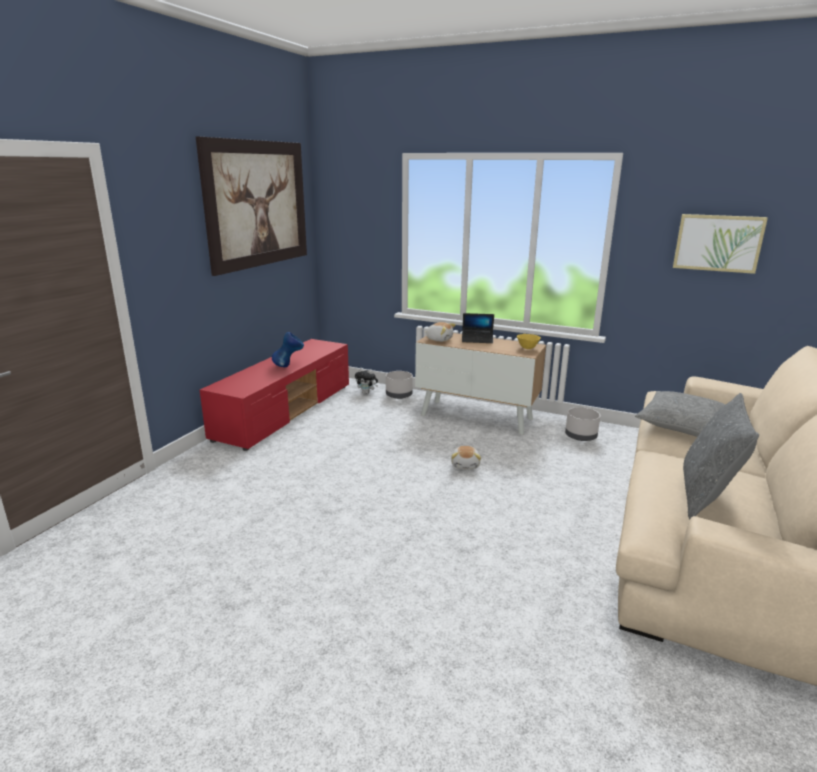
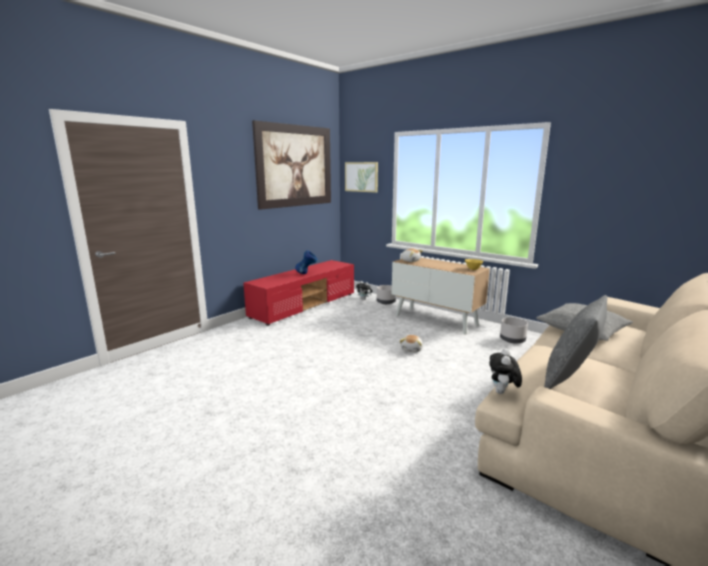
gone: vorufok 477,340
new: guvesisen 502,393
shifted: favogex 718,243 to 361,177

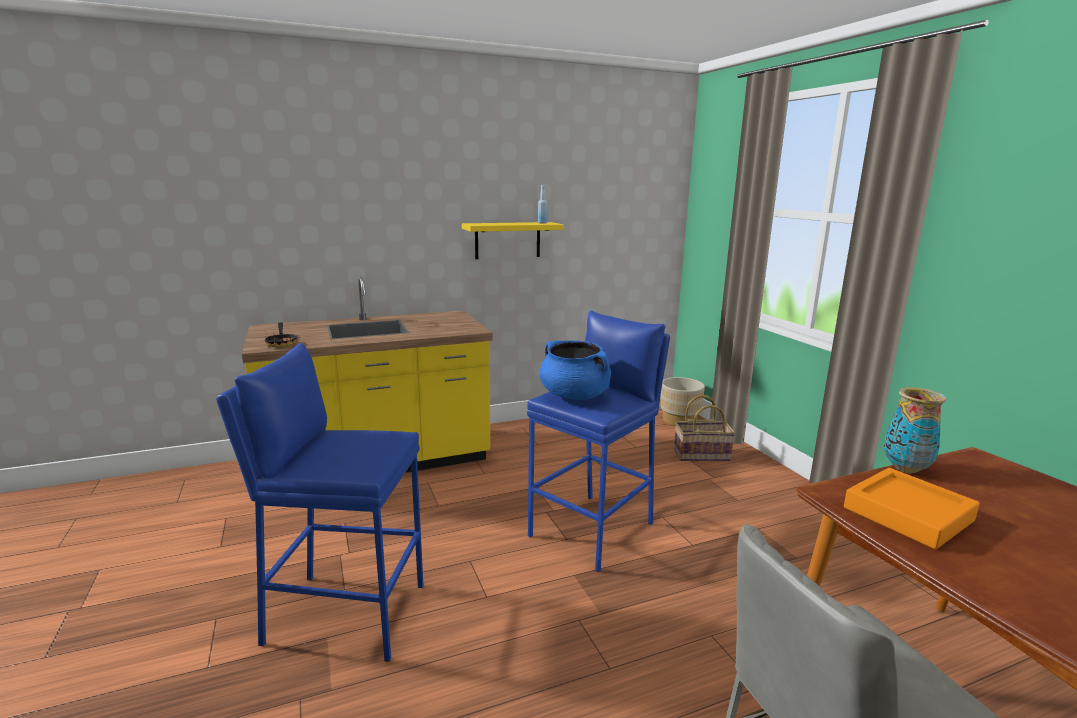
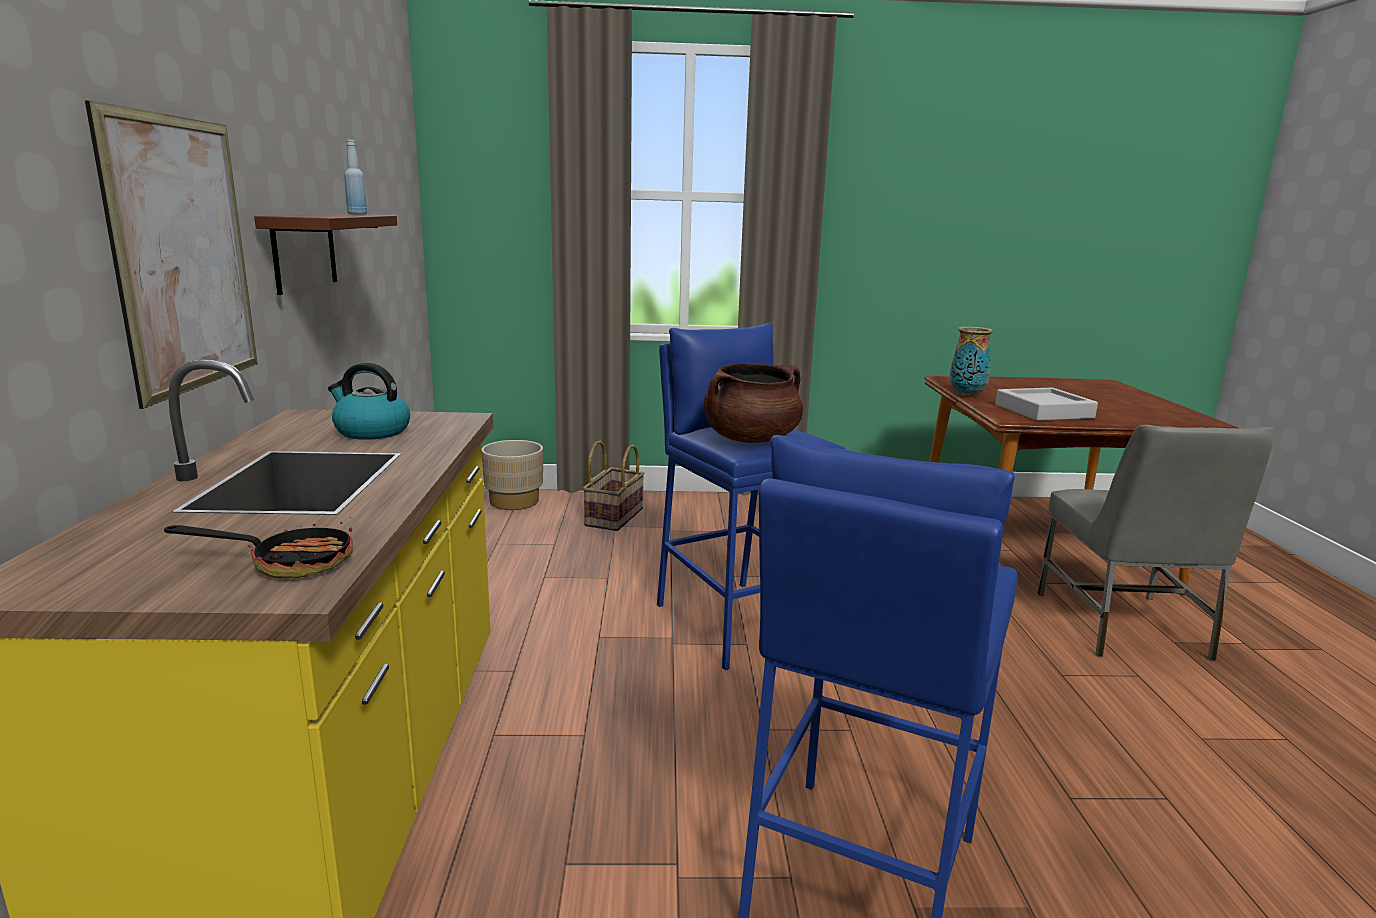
new: favogex 184,255; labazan 371,432
repainted: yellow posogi 507,240 to brown posogi 304,251; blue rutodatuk 575,396 to brown rutodatuk 751,439; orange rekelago 907,514 to grey rekelago 1043,411

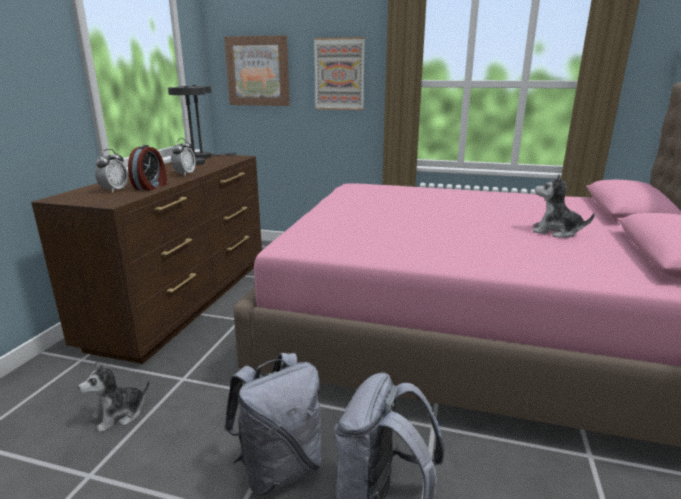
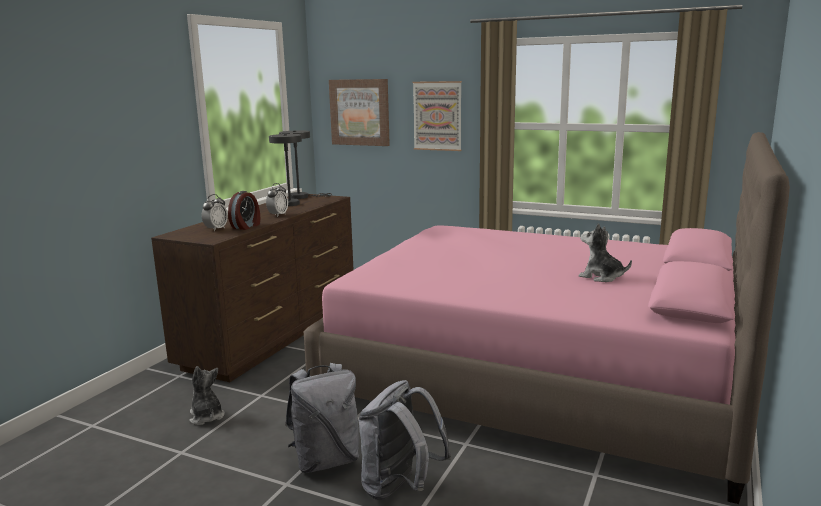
rotated: guvesisen 119,415 = 206,417 90 degrees clockwise

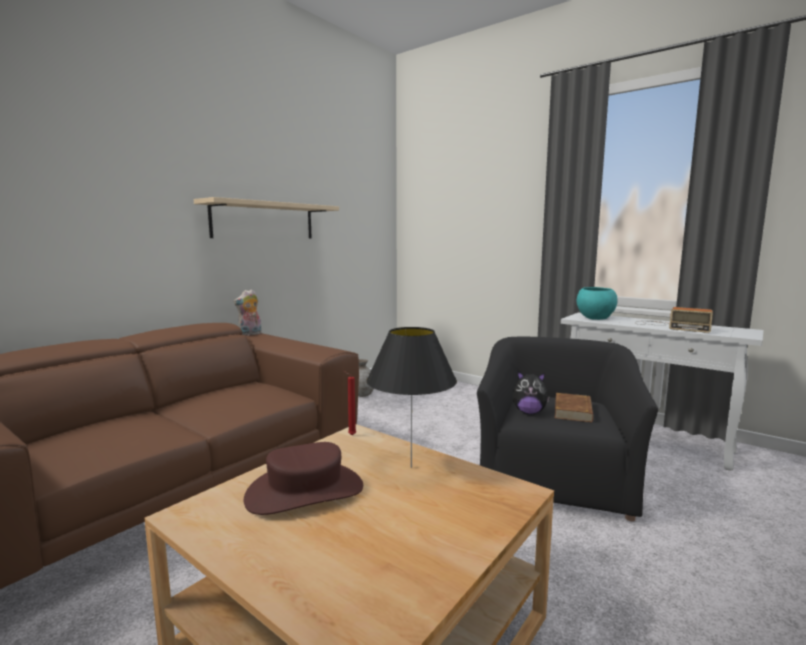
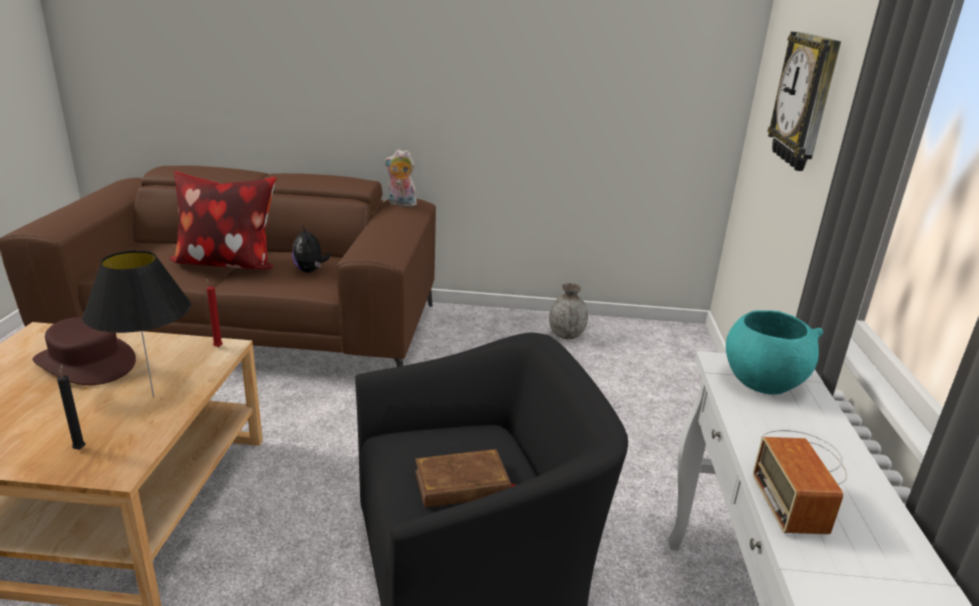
gone: beige posogi 264,221
new: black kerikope 80,448; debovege 226,264; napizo 806,101
shifted: guvesisen 529,412 to 310,271

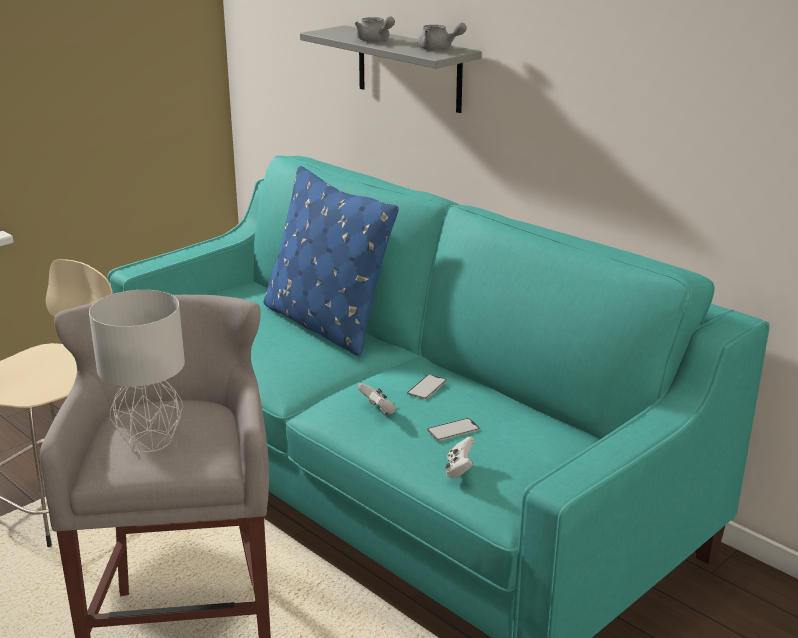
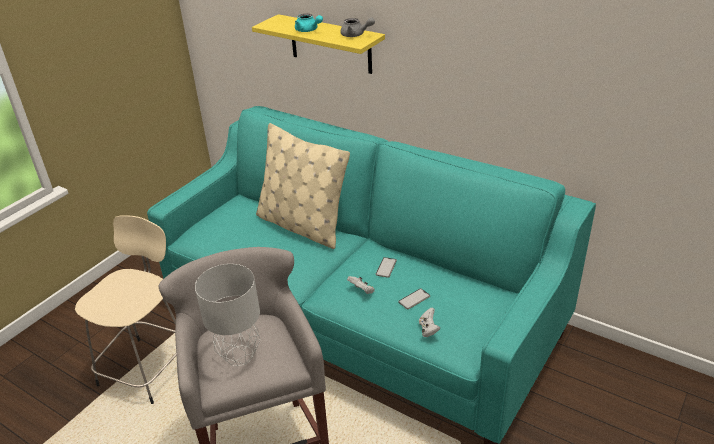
repainted: blue debovege 325,324 to beige debovege 302,225; grey posogi 409,69 to yellow posogi 330,44; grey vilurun 375,40 to turquoise vilurun 308,30

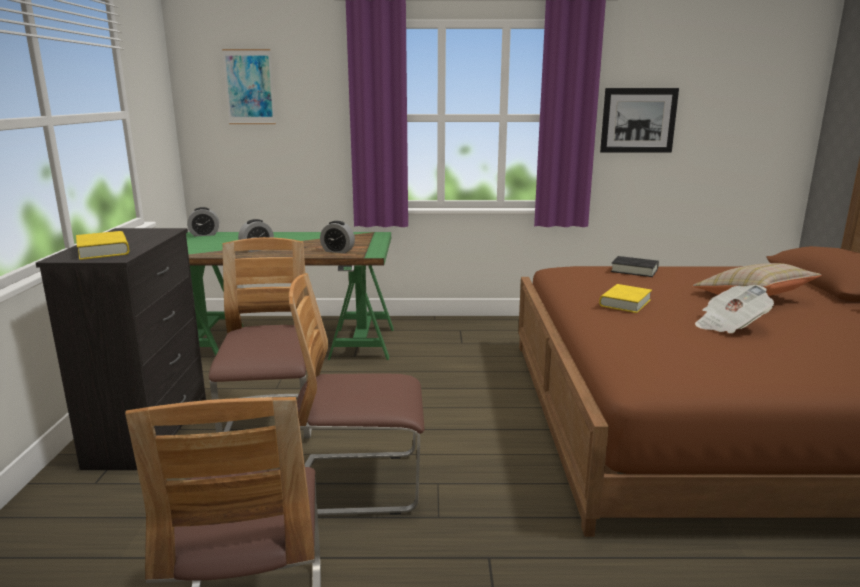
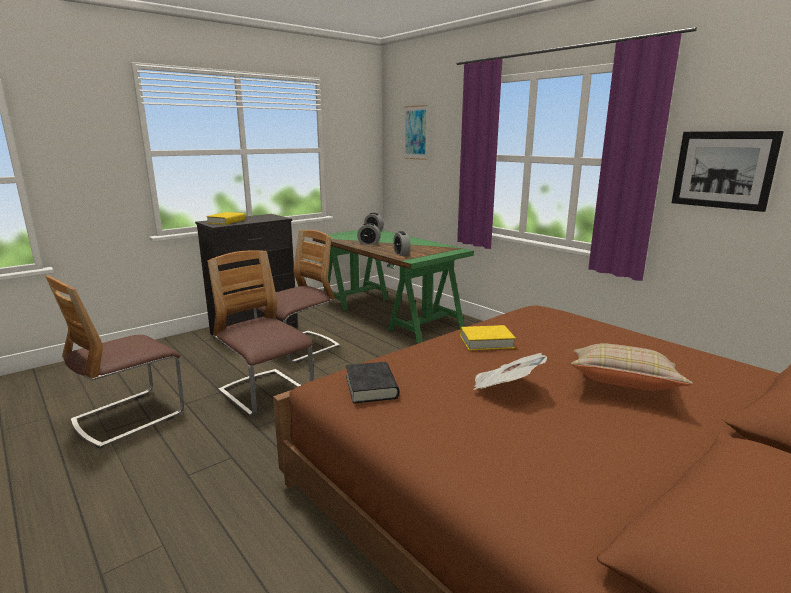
shifted: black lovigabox 634,270 to 371,387

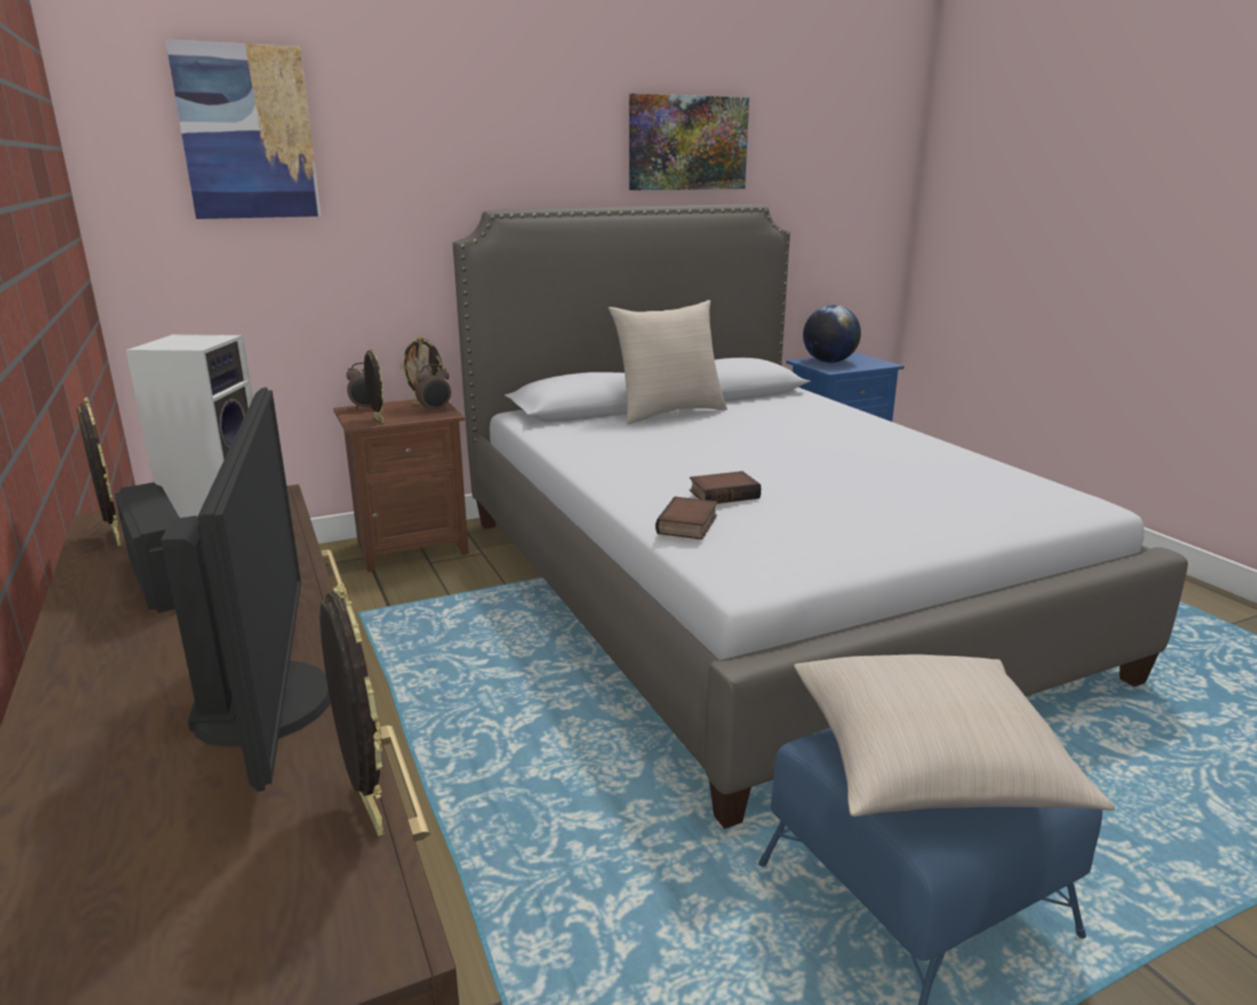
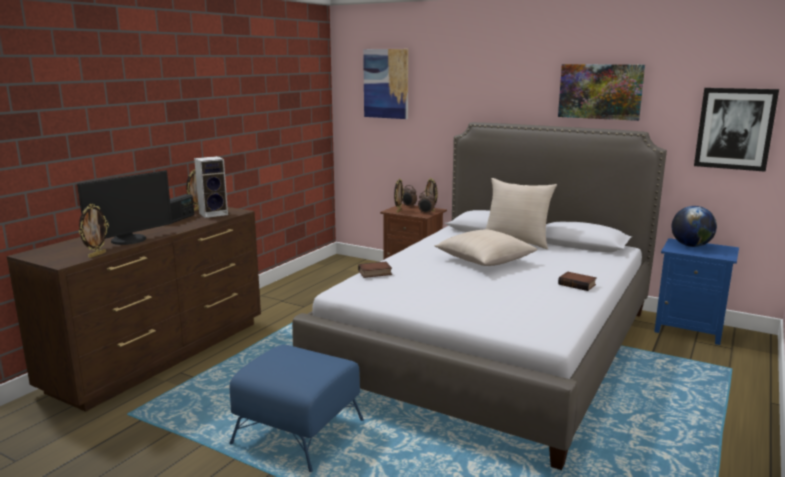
new: favogex 734,129
shifted: lovigabox 724,494 to 577,284; beige debovege 929,765 to 485,260

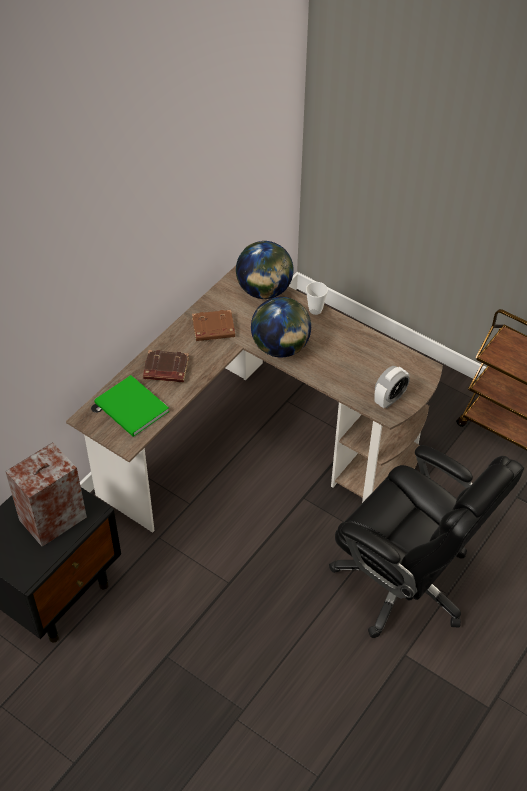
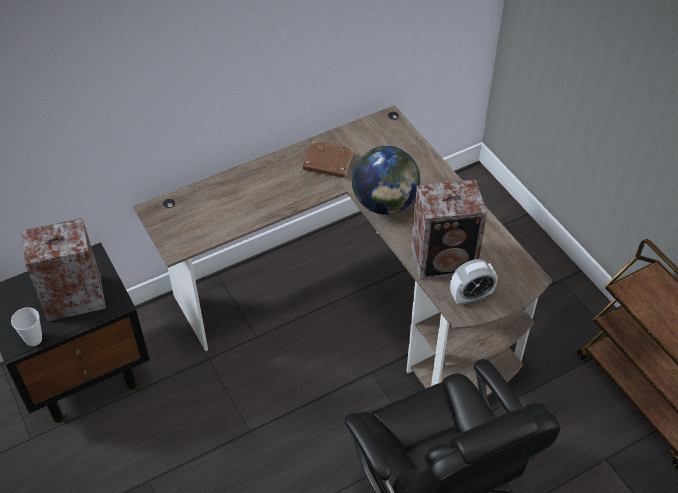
gone: green lovigabox 132,409; brown lovigabox 165,370; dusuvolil 264,291
new: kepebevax 445,260
shifted: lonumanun 315,310 to 34,339

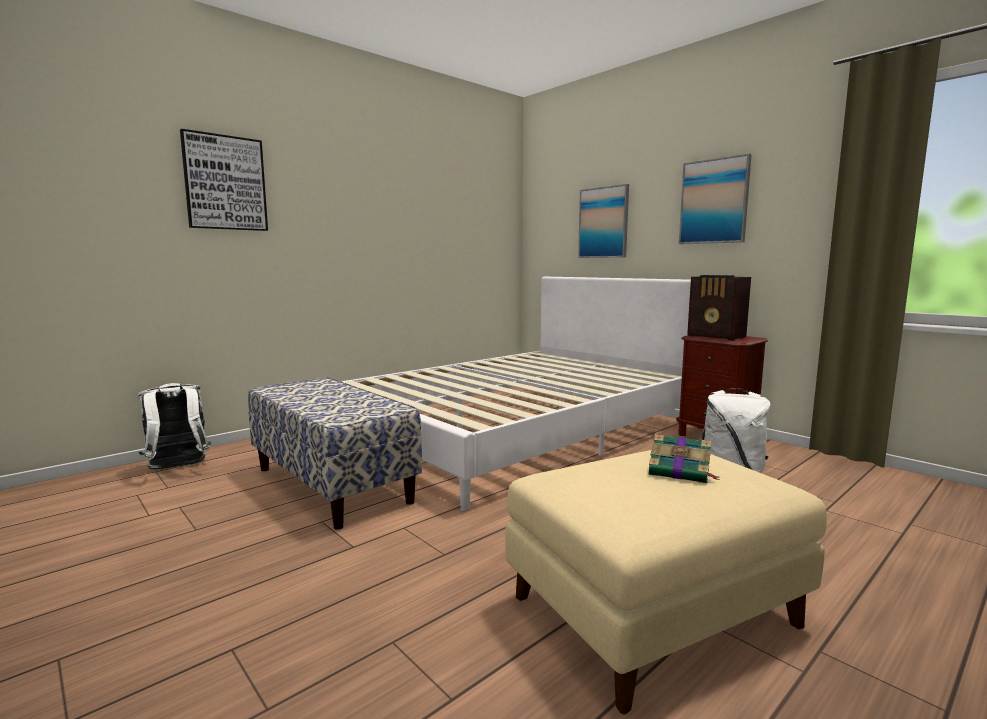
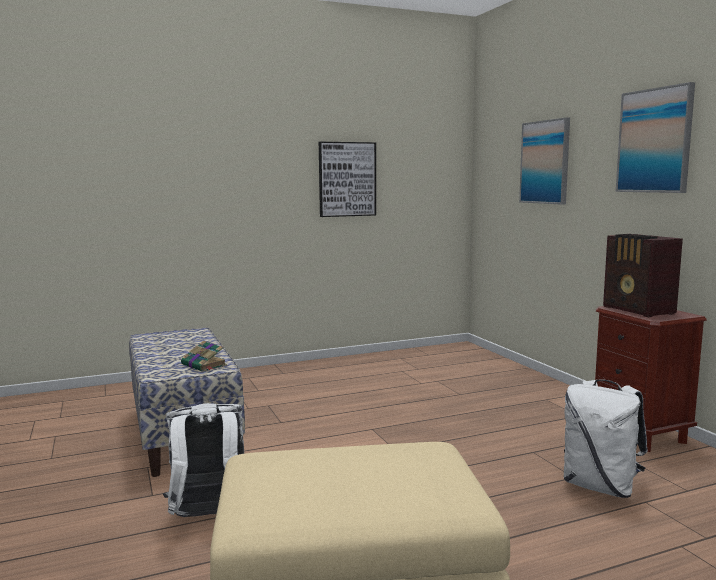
gone: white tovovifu 519,431
shifted: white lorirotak 178,468 to 209,517; favogex 225,183 to 347,179; lovigabox 681,472 to 204,365

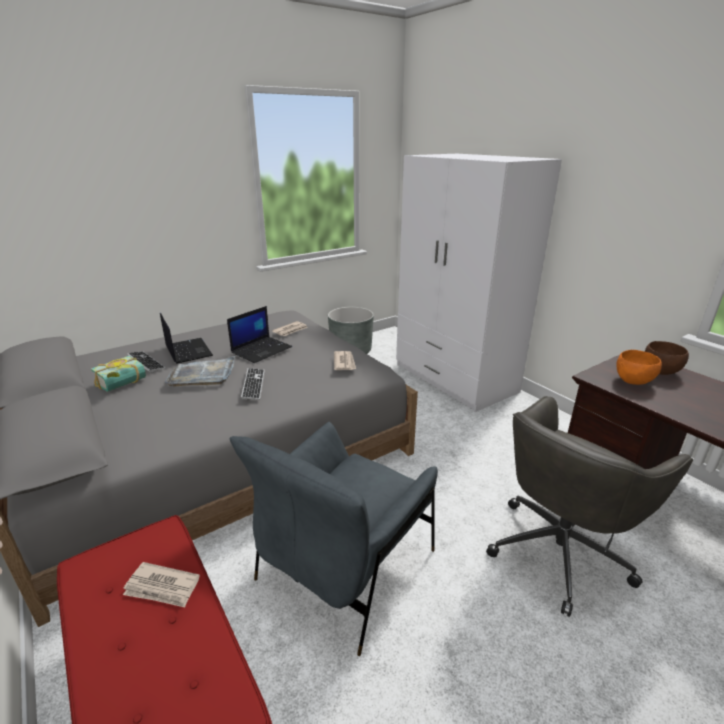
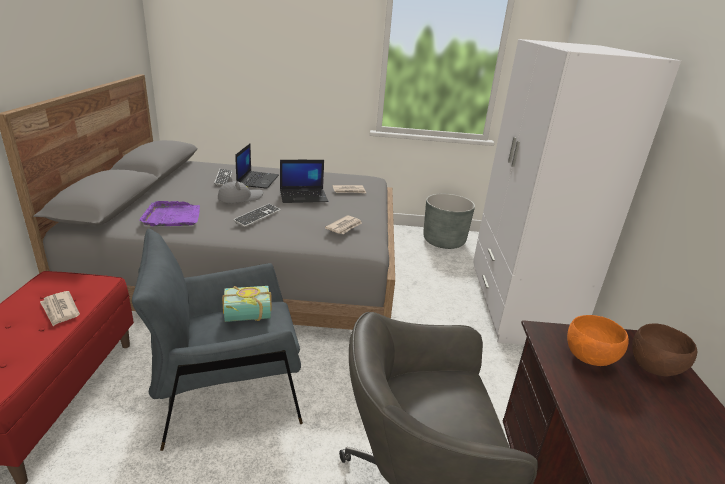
new: purple rekelago 172,217
shifted: lovigabox 123,384 to 247,317
swapped: grey rekelago 203,374 to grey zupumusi 240,198

